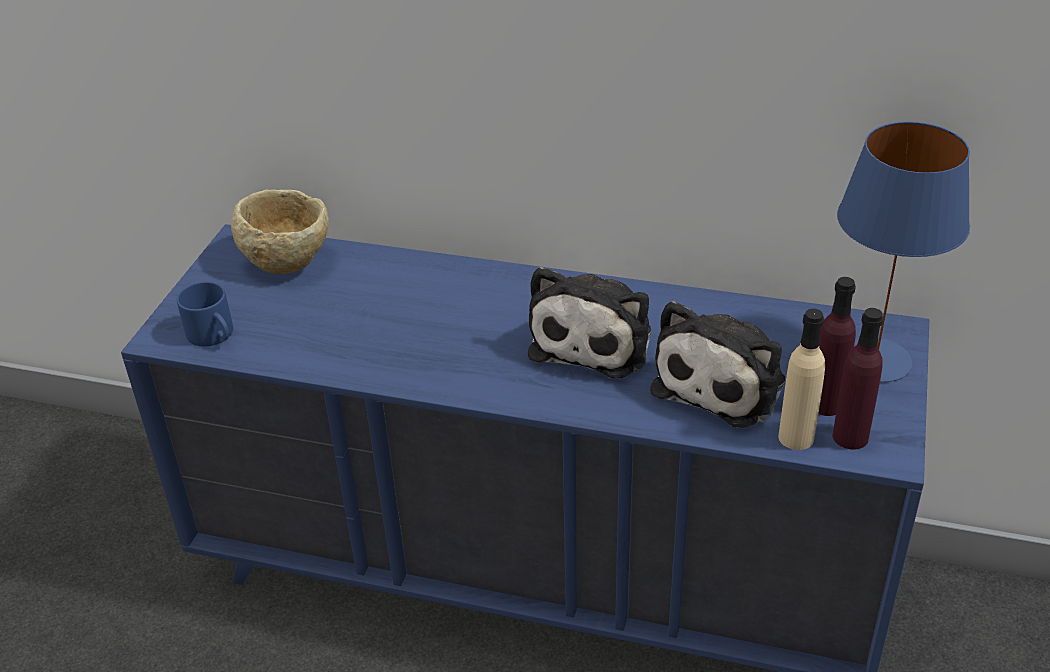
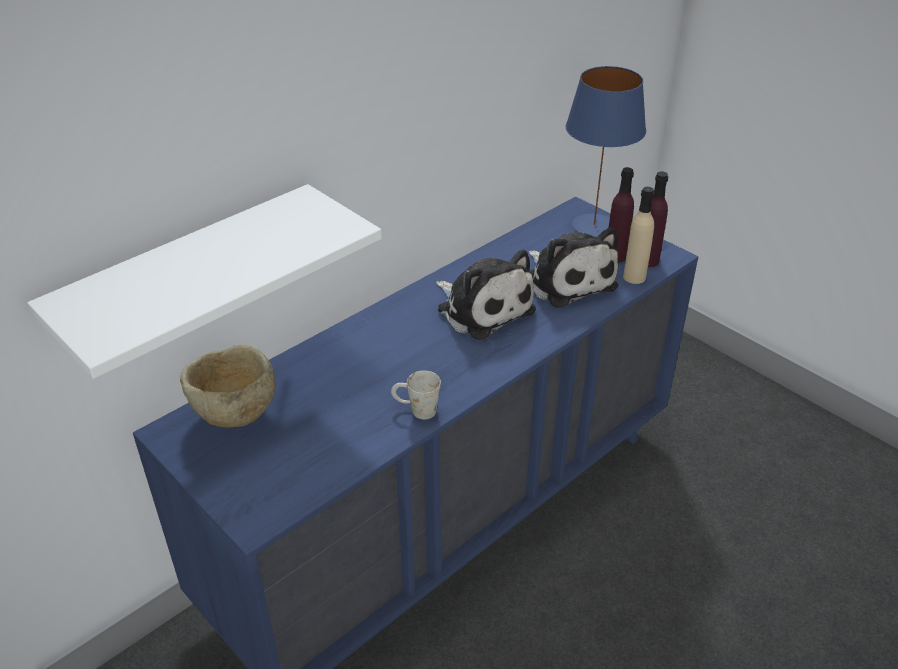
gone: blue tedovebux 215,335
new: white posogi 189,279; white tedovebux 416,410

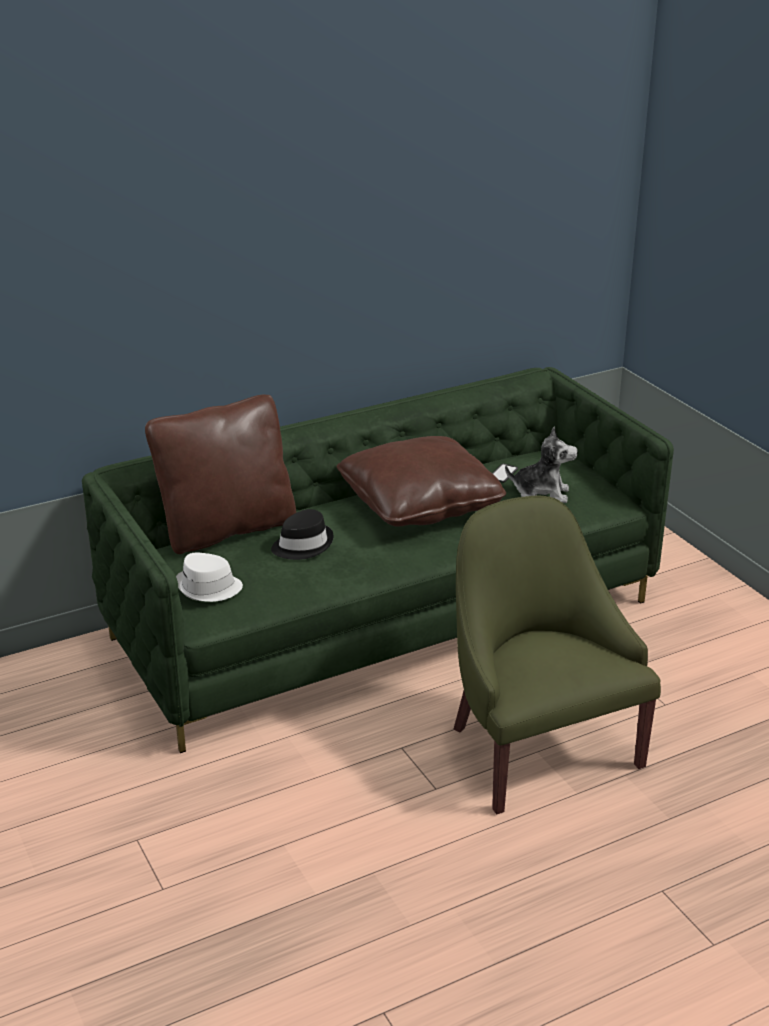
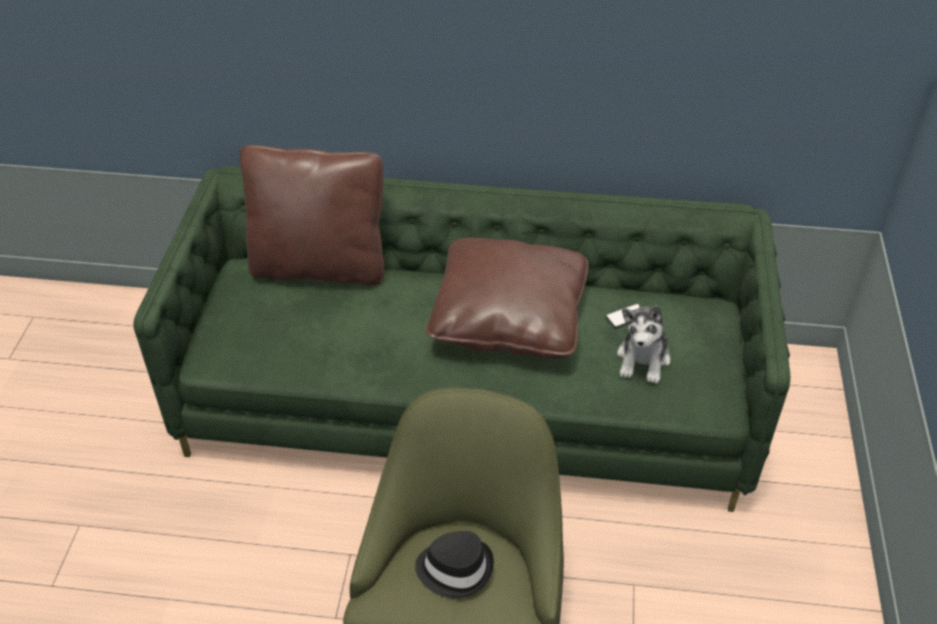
gone: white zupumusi 208,588
shifted: black zupumusi 302,545 to 455,568
rotated: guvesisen 541,493 = 643,359 60 degrees clockwise

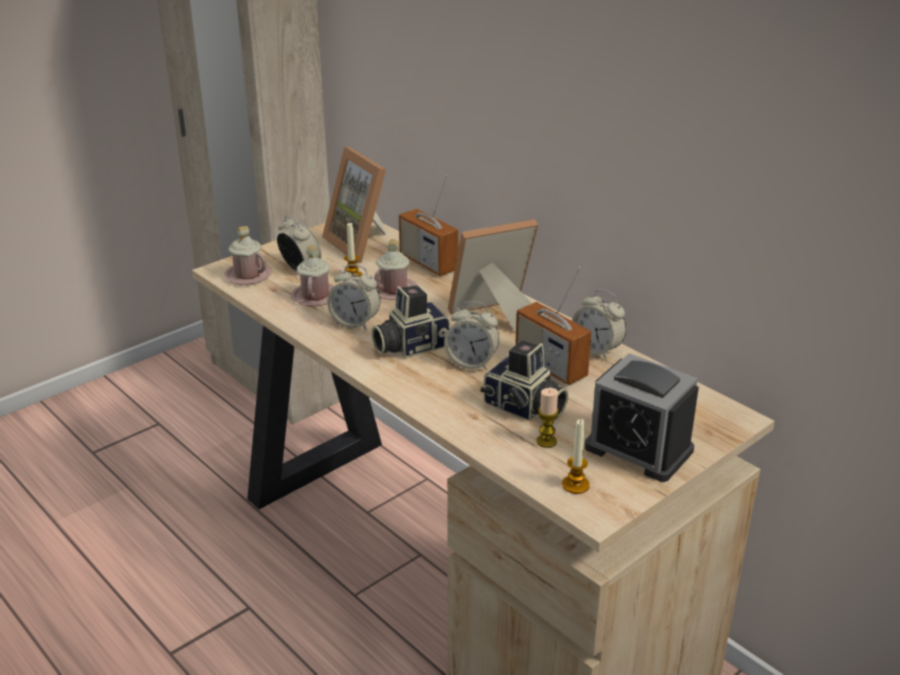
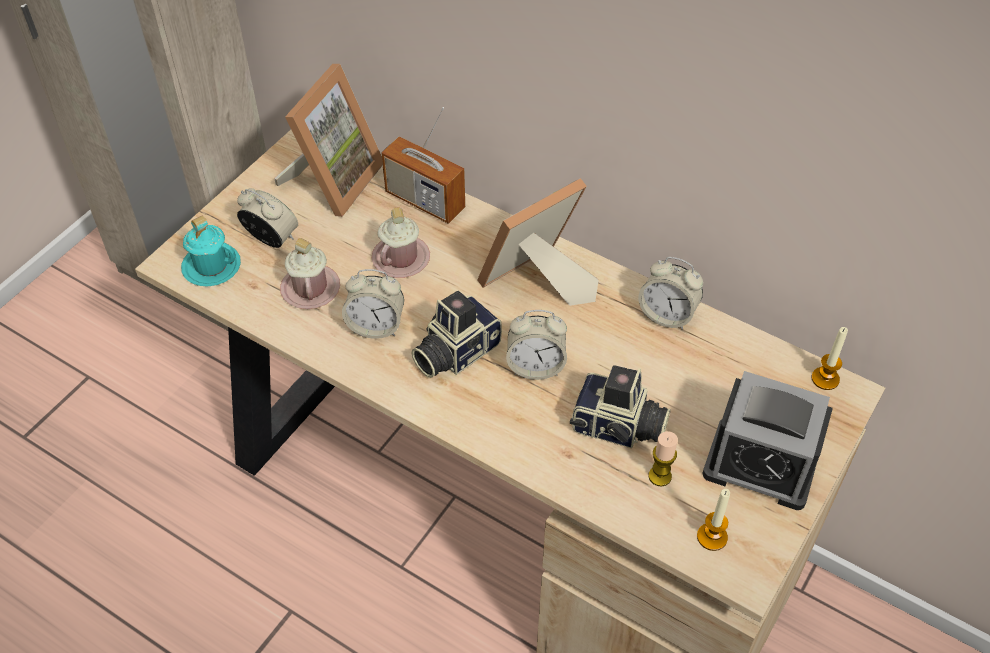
gone: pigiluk 550,366
shifted: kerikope 352,276 to 825,379
repainted: pink tedovebux 248,276 to turquoise tedovebux 211,266
rotated: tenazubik 363,244 = 333,180 105 degrees counterclockwise

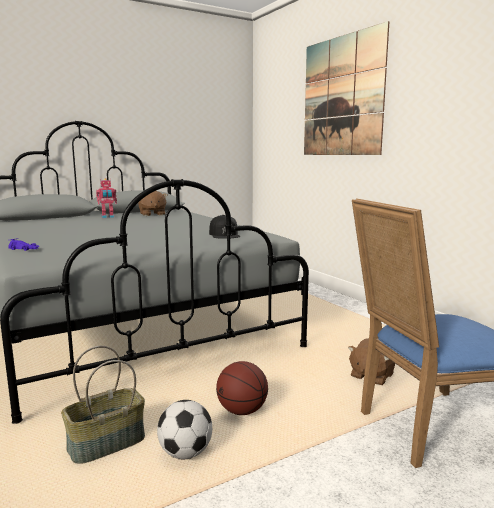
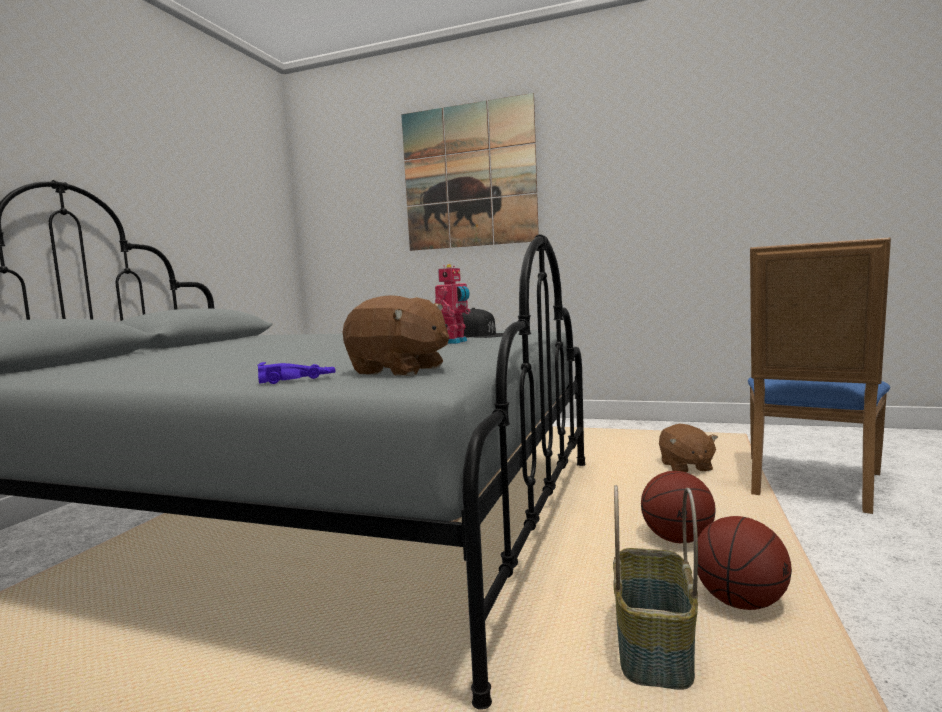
shifted: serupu 107,217 to 455,342; brown guvesisen 152,214 to 399,371
swapped: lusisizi 185,453 to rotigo 740,602

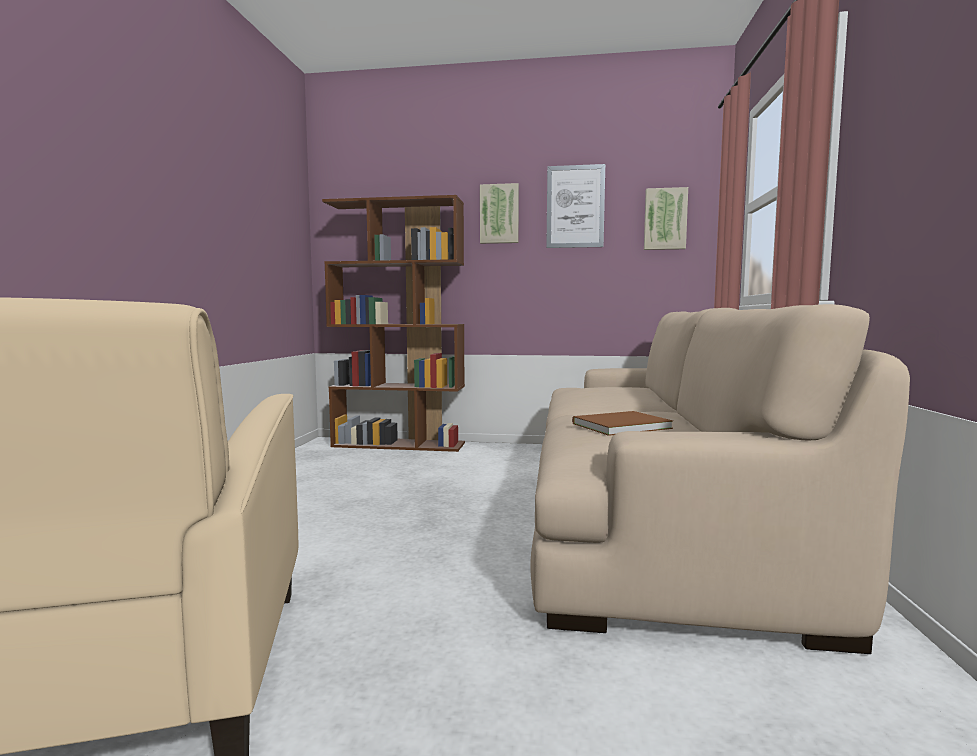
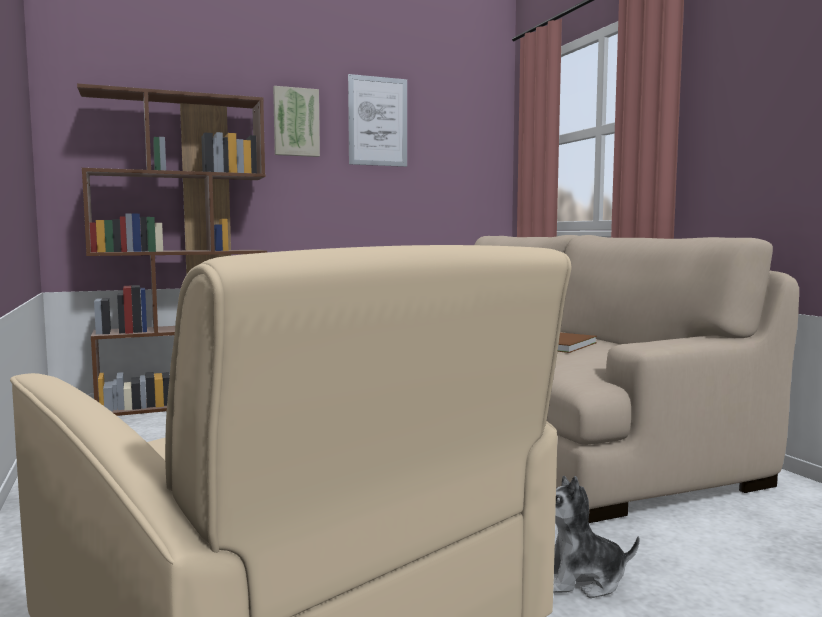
gone: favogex 665,219
new: guvesisen 581,580

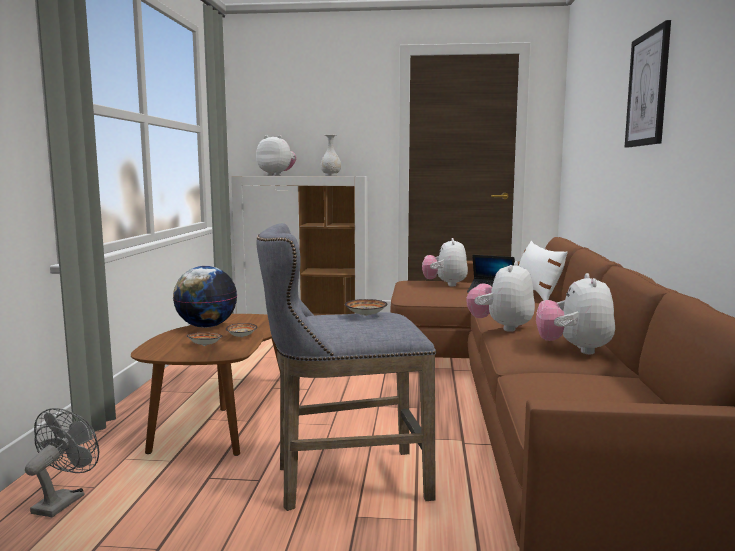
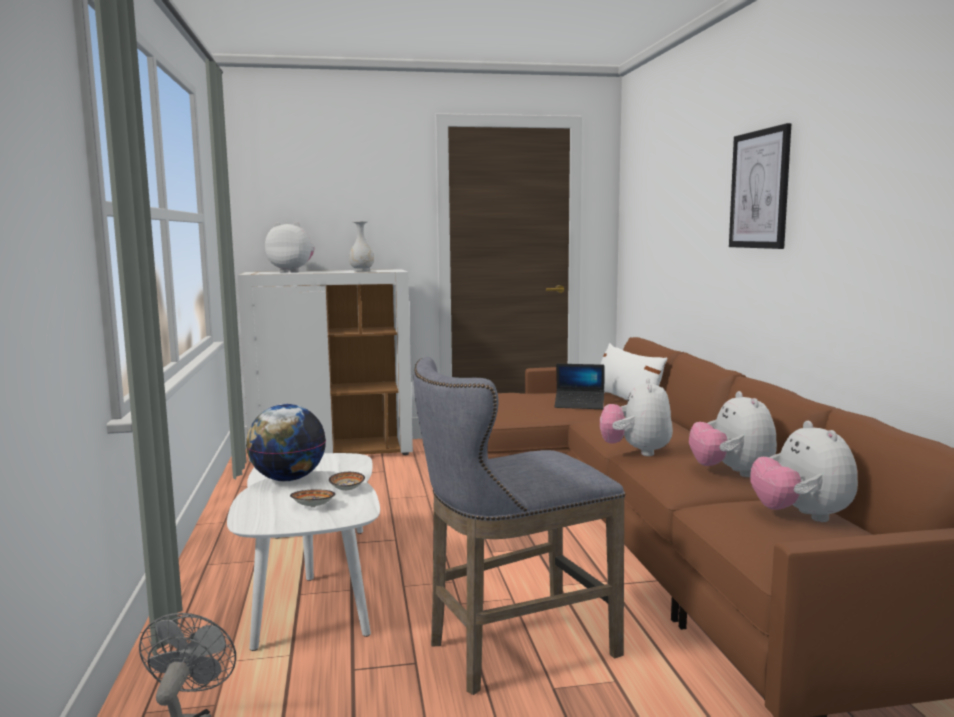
gone: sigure 366,315
shifted: guvesisen 445,284 to 801,516
repainted: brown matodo 225,411 to white matodo 313,581

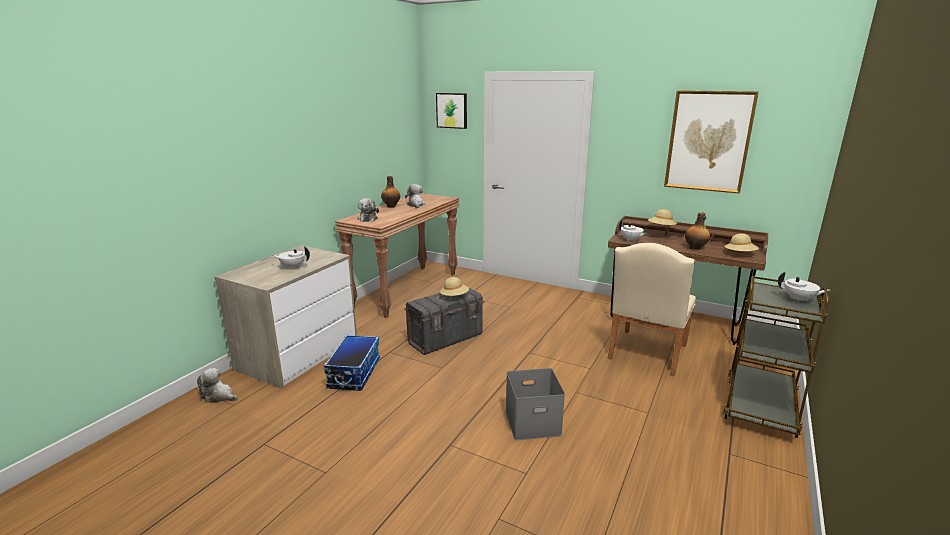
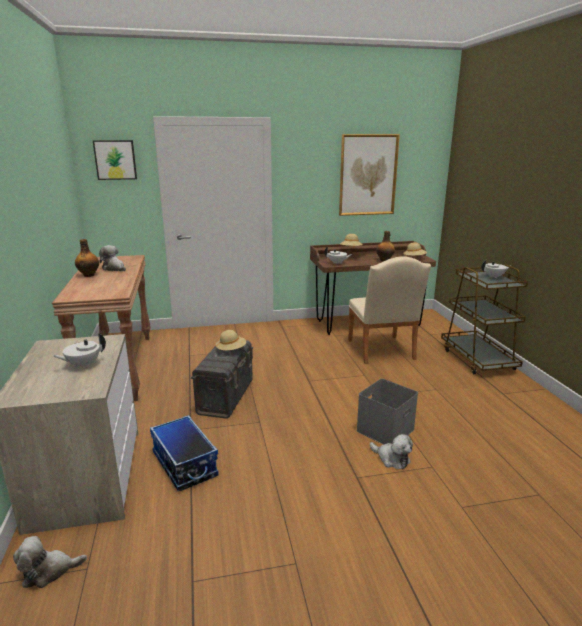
shifted: guvesisen 368,218 to 391,459

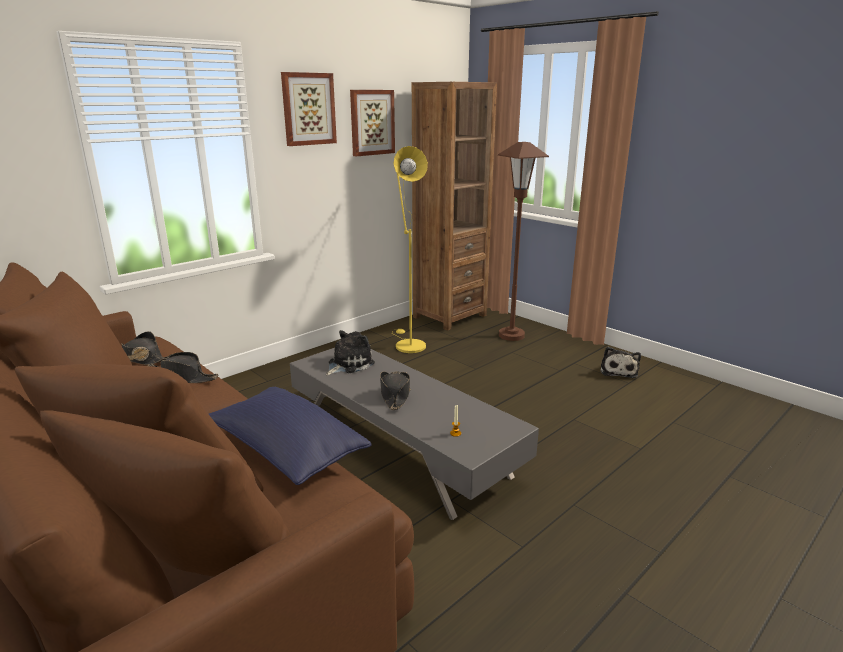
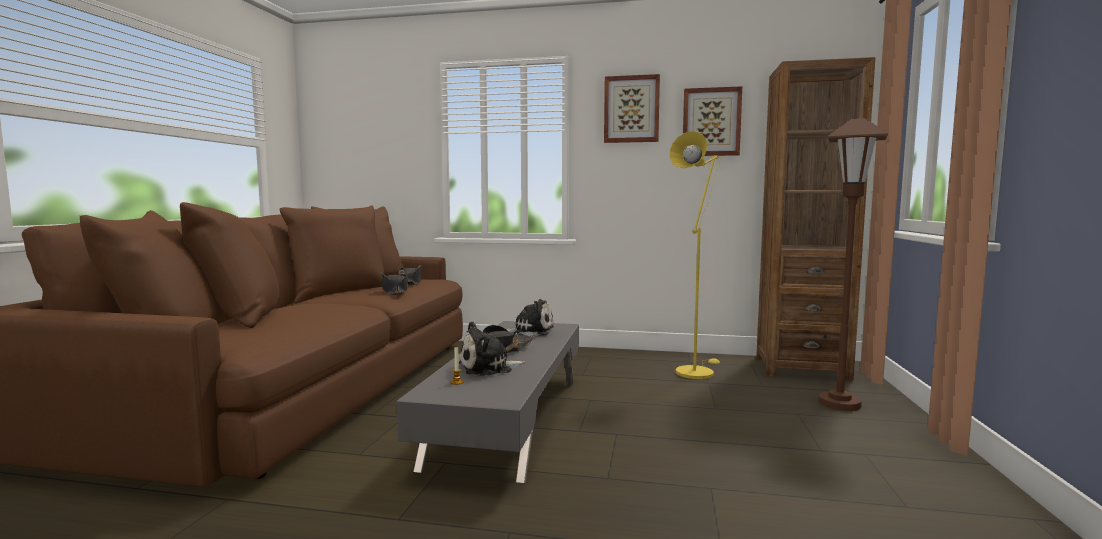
gone: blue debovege 286,450
shifted: guvesisen 618,371 to 488,368

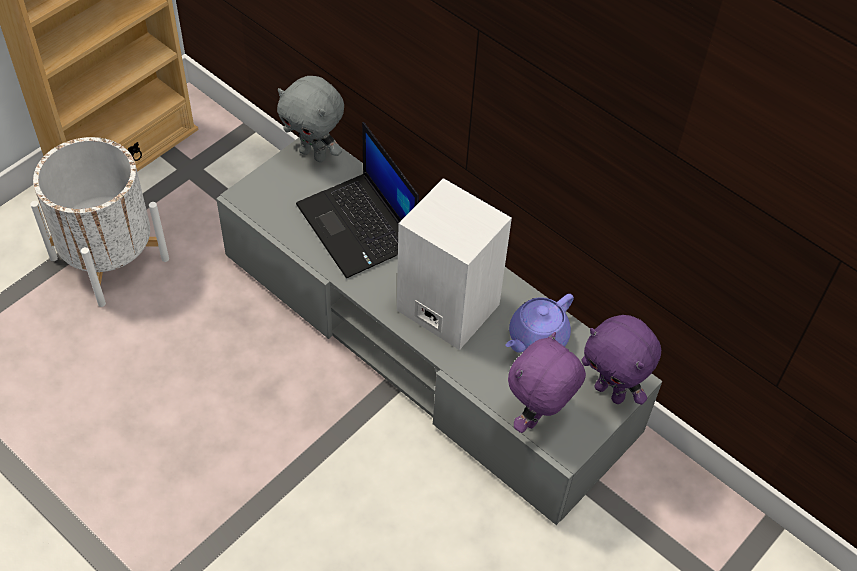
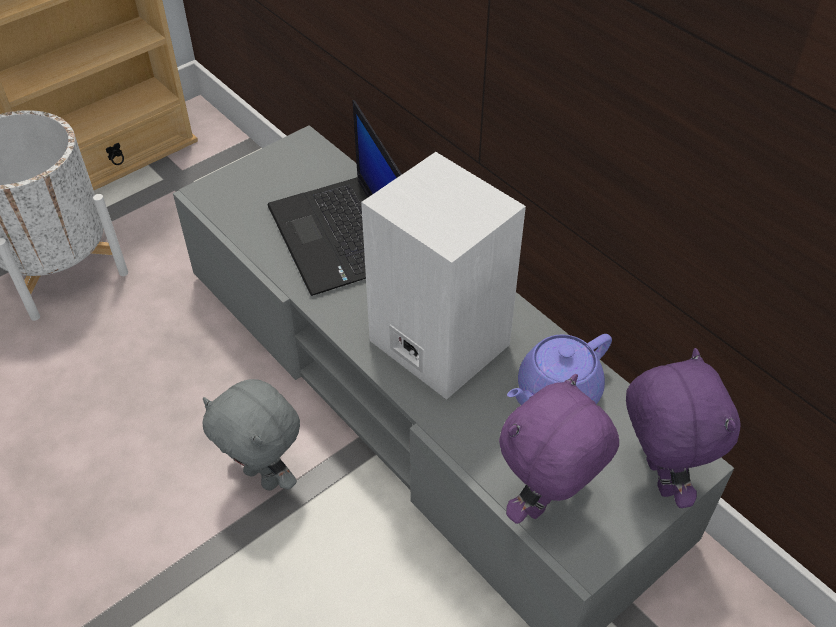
shifted: grey guvesisen 314,154 to 264,476
rotated: purple guvesisen 611,392 = 657,477 150 degrees counterclockwise

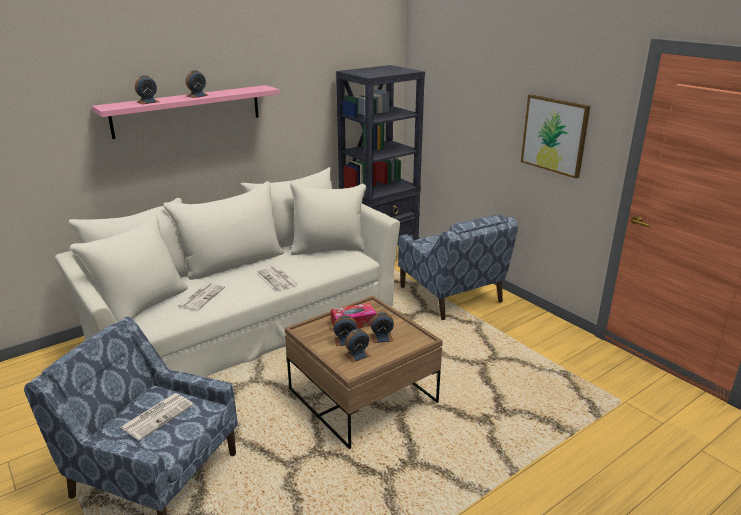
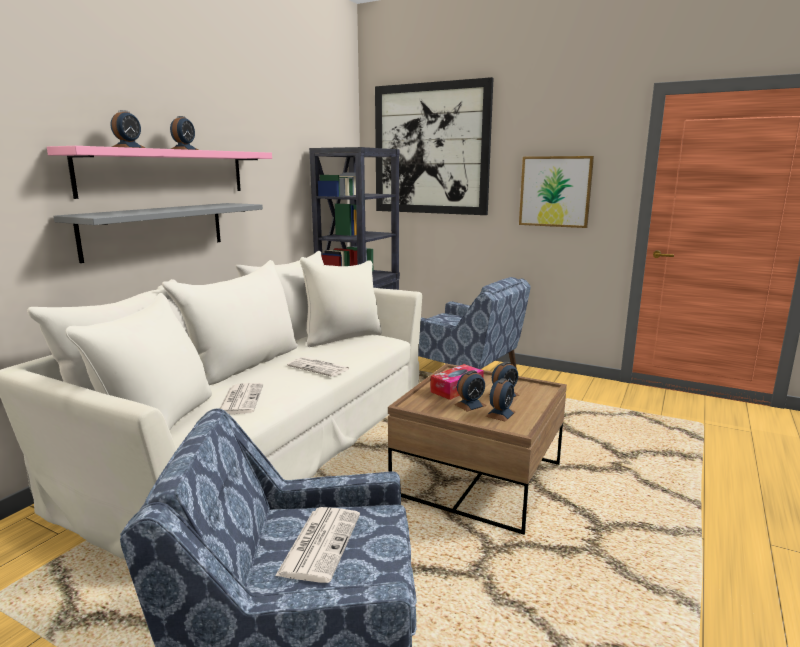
new: grey posogi 155,230; favogex 431,149

